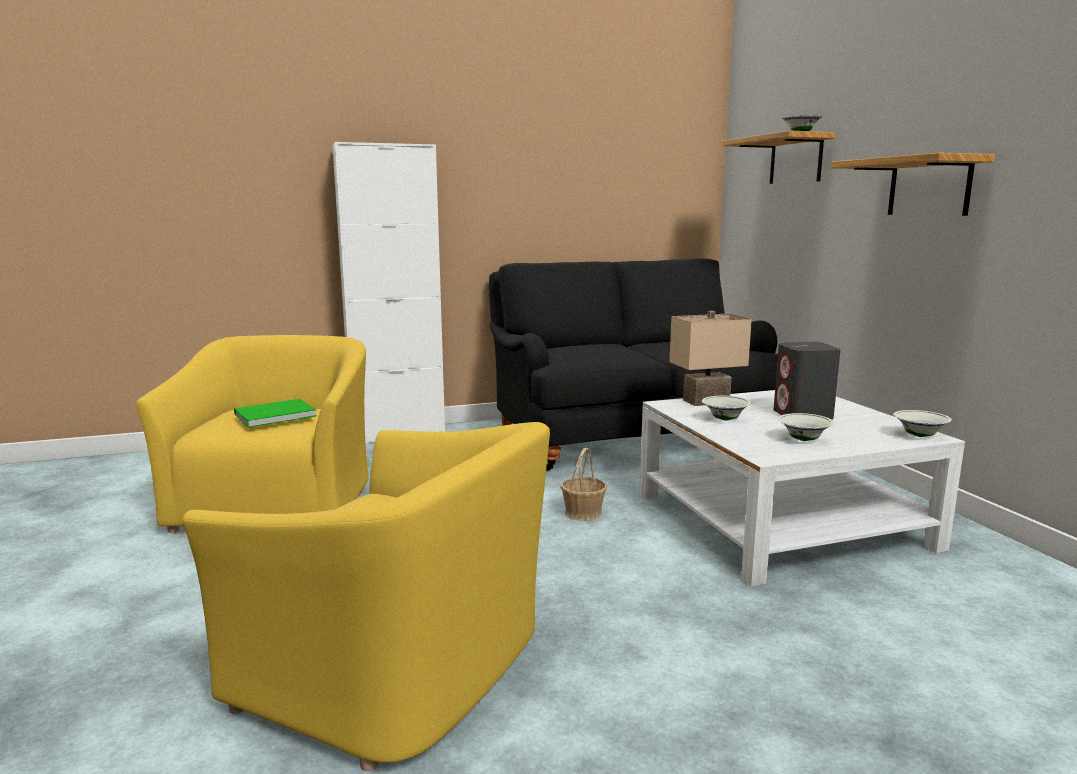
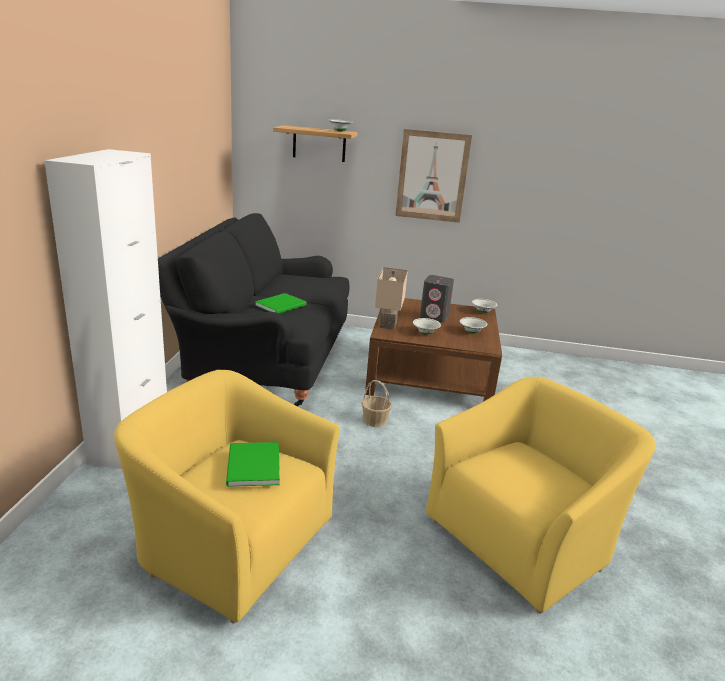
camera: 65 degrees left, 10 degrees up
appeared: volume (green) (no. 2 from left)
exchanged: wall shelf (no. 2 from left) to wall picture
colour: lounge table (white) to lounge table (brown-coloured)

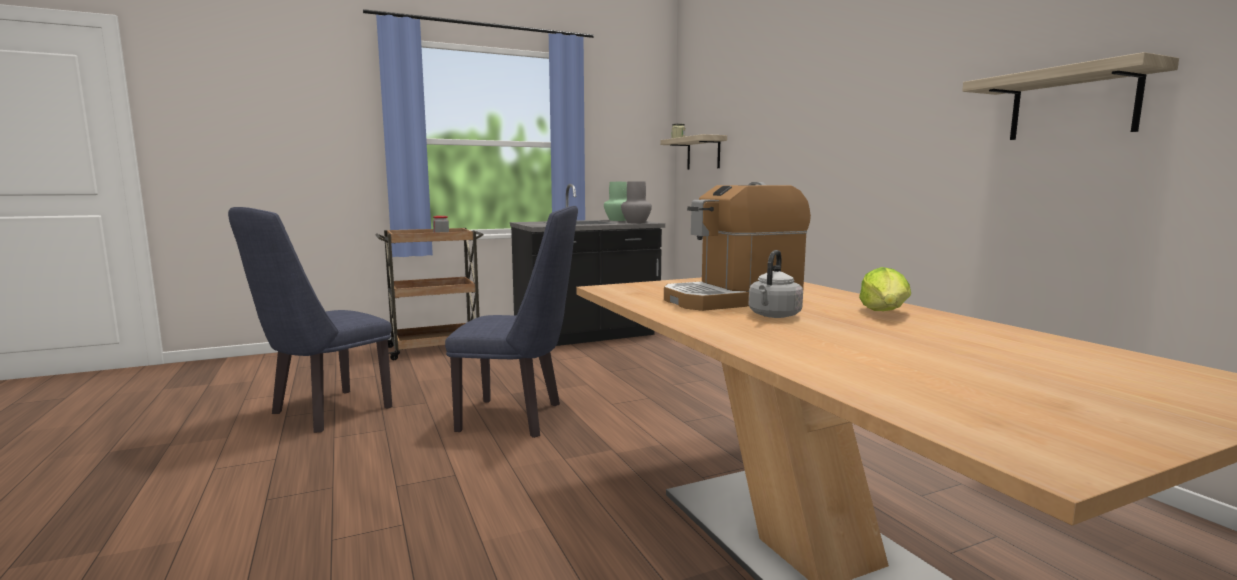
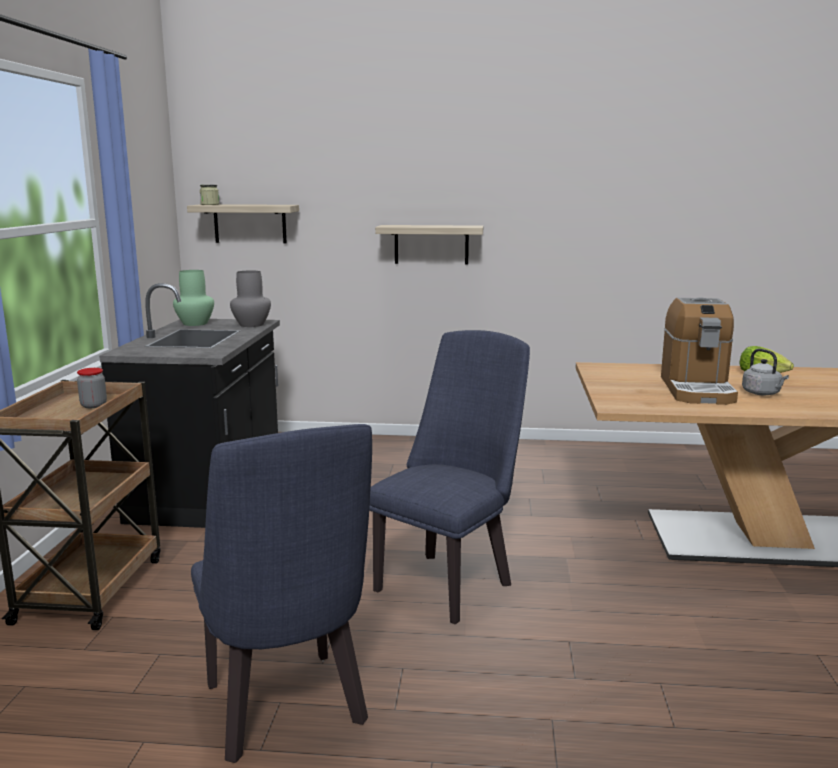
camera: 60 degrees left, 5 degrees up
relocated: wall shelf (no. 2 from left)

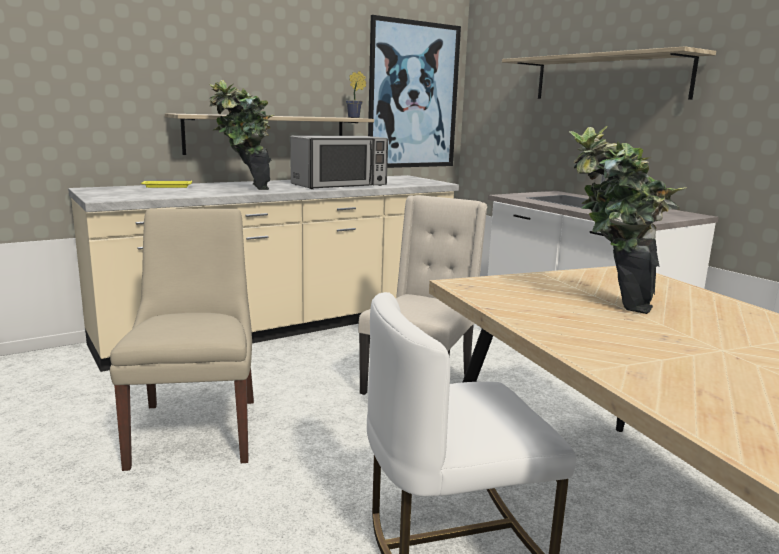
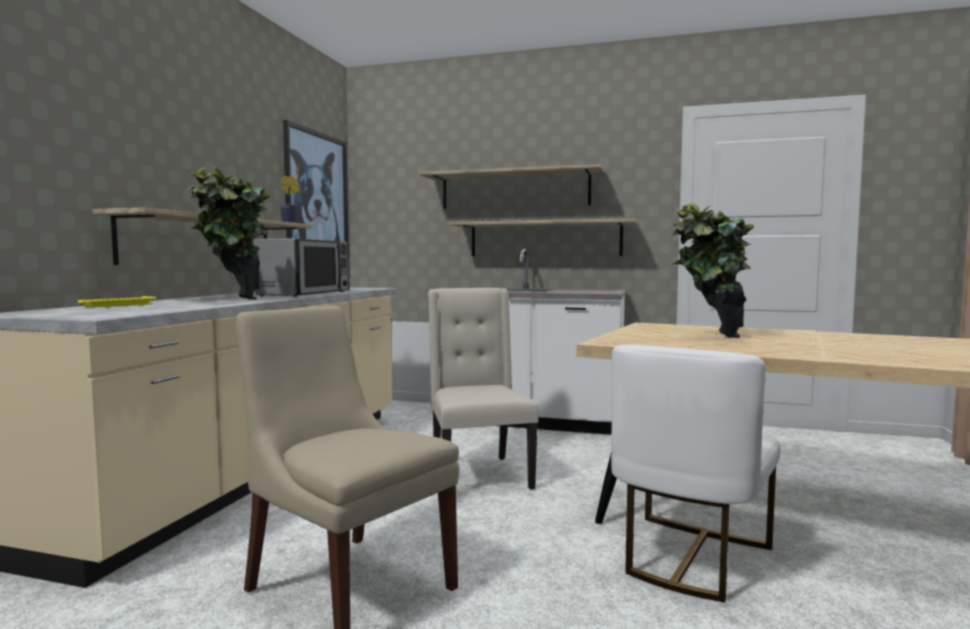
camera: 40 degrees left, 10 degrees down
appeared: wall shelf (no. 3 from left)

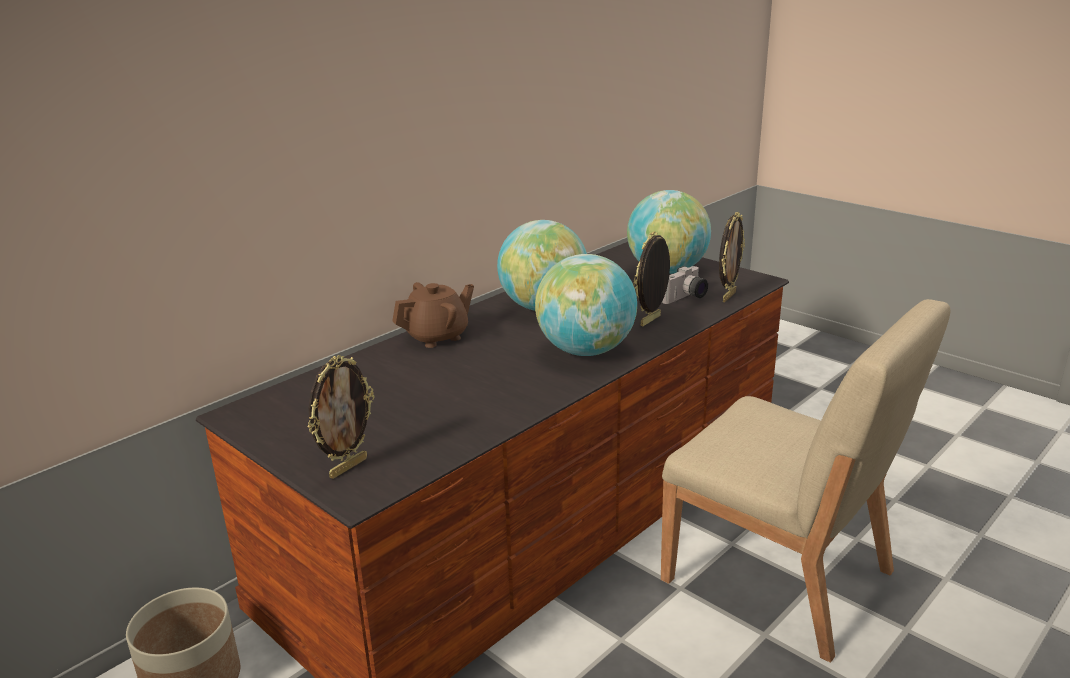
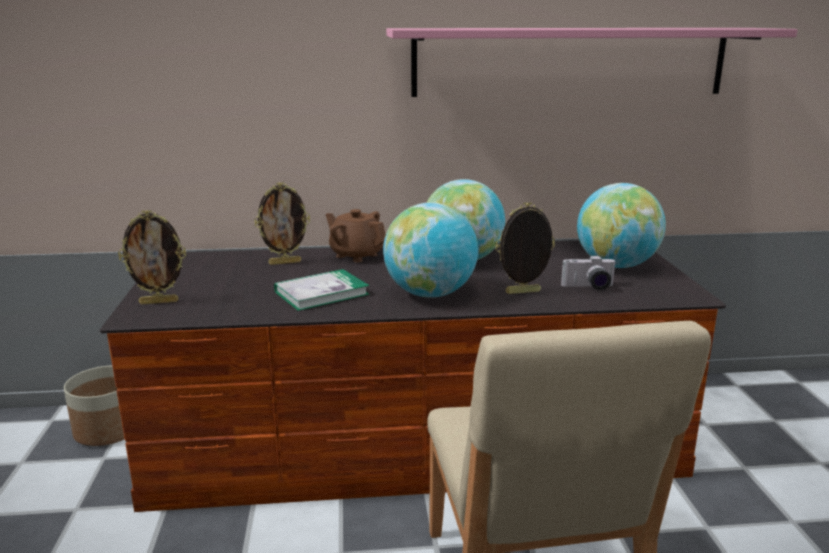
camera: 40 degrees right, 5 degrees down
appeared: volume; wall shelf (pink-coloured)
relocated: photo frame (no. 3 from left in the first image) to photo frame (no. 2 from left)
spun: teapot (brown-coloured) 150 degrees counterclockwise

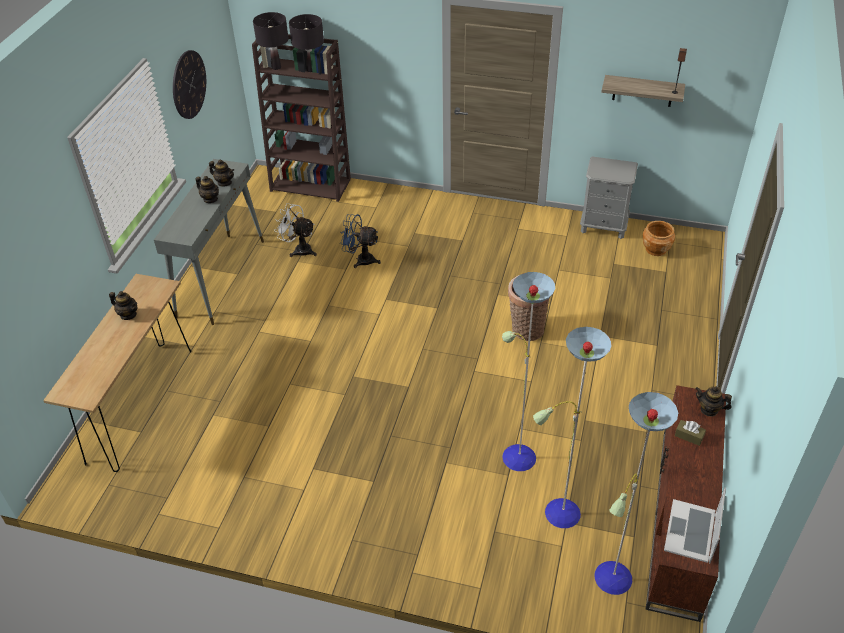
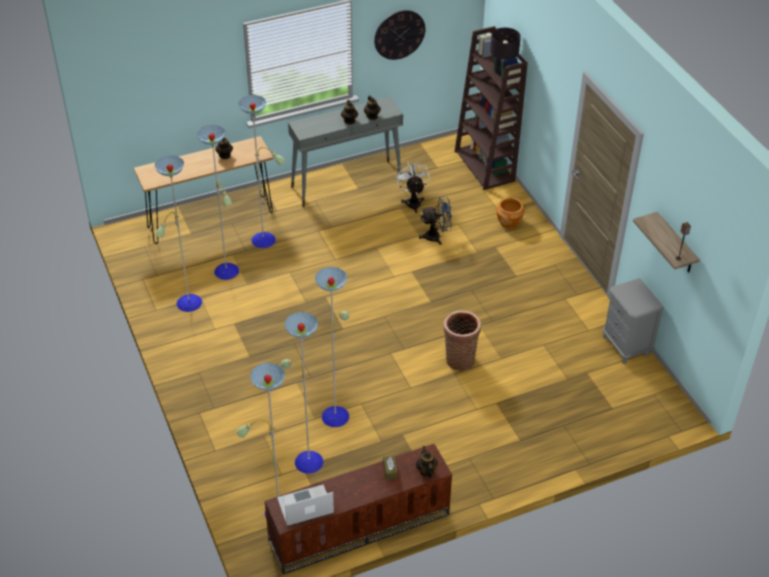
camera: 50 degrees right, 0 degrees up
missing: lamp for a table (black) (no. 1 from left)
appeared: standing lamp (no. 1 from left)
relocated: planter (brown-coloured)
spun: fan (blue) 105 degrees clockwise

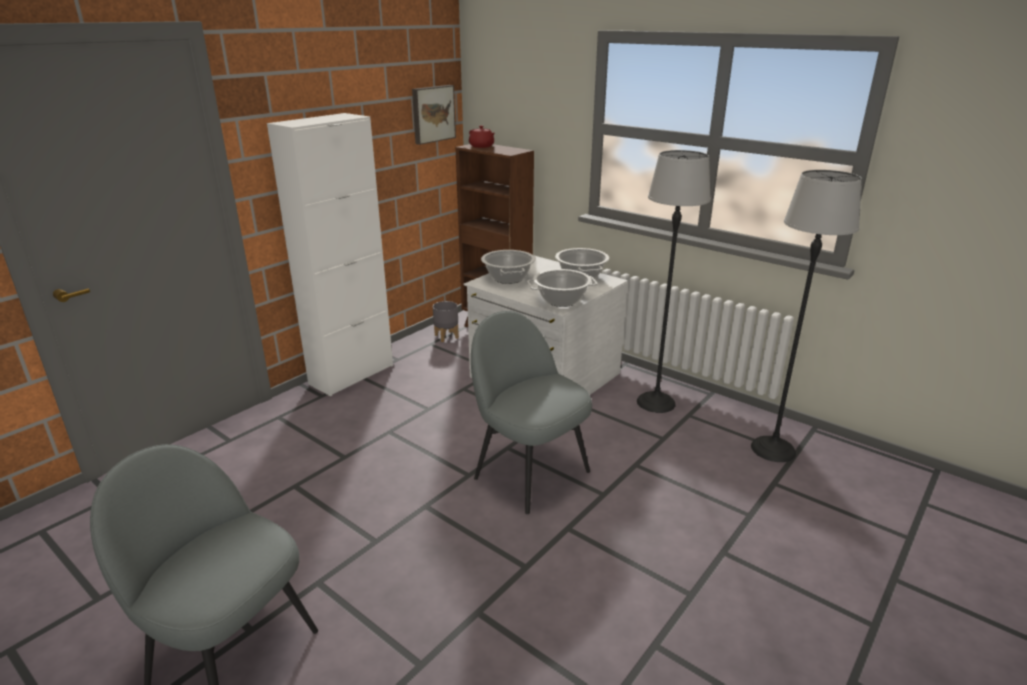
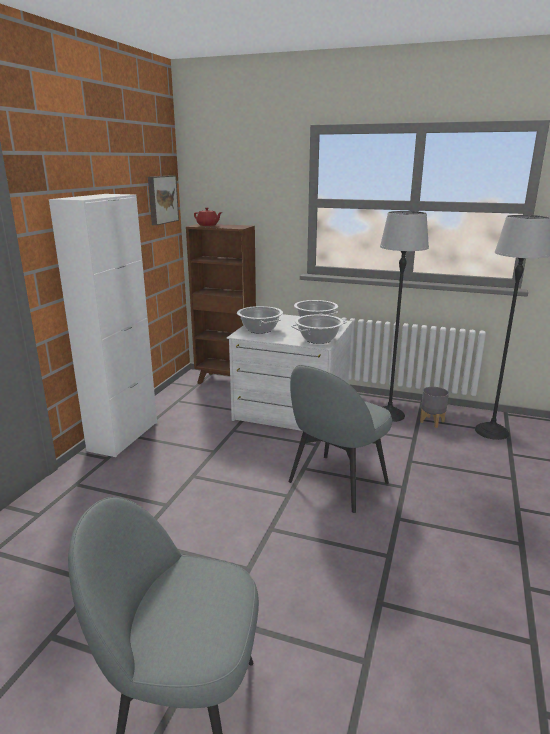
camera: 20 degrees left, 5 degrees down
relocated: planter (greyish)
spun: plain chair (greyish) (no. 2 from left) 75 degrees counterclockwise

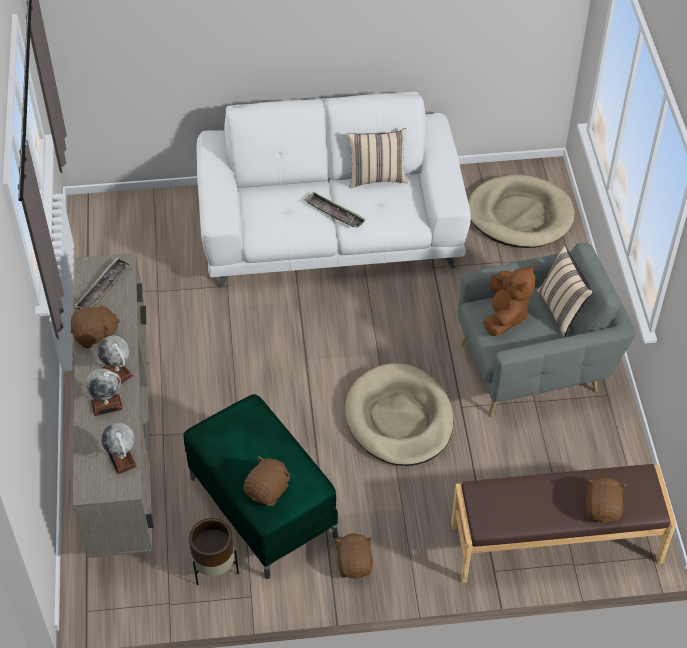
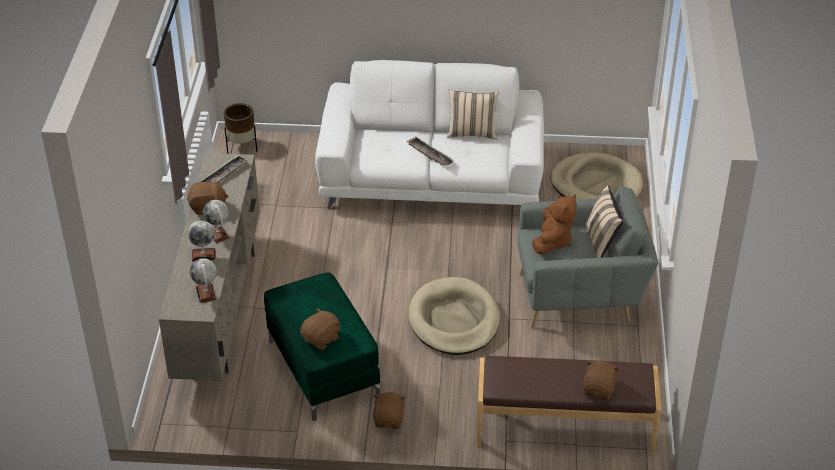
camera: 10 degrees right, 10 degrees down
relocated: planter (brown-coloured)

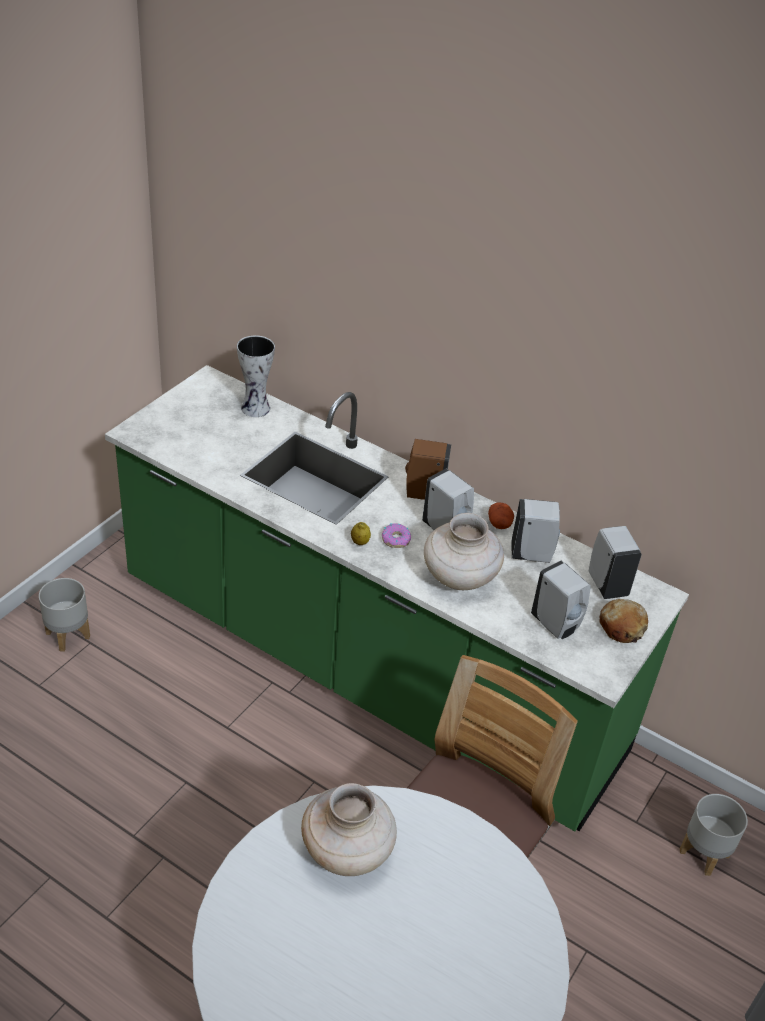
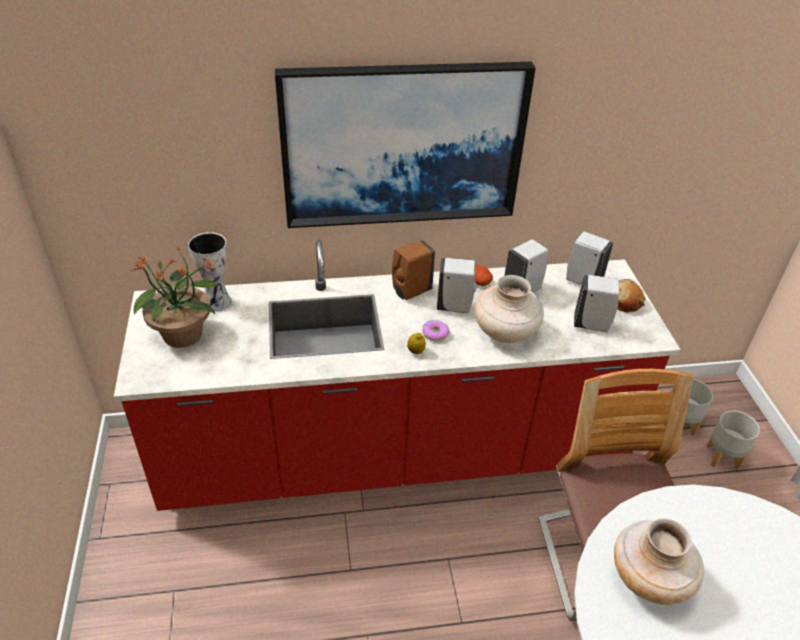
camera: 40 degrees left, 0 degrees up
appeared: potted plant; wall picture
relocated: planter (greyish) (no. 1 from left in the first image) to planter (greyish) (no. 2 from left)
colour: counter (green) to counter (reddish)

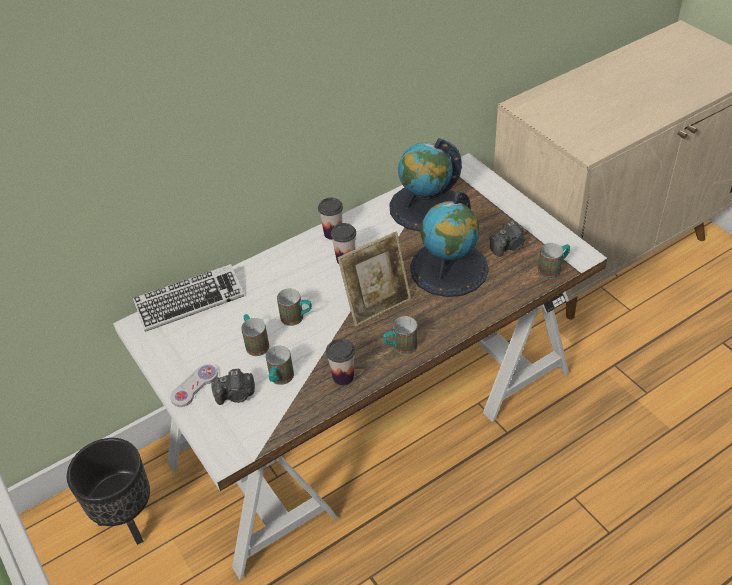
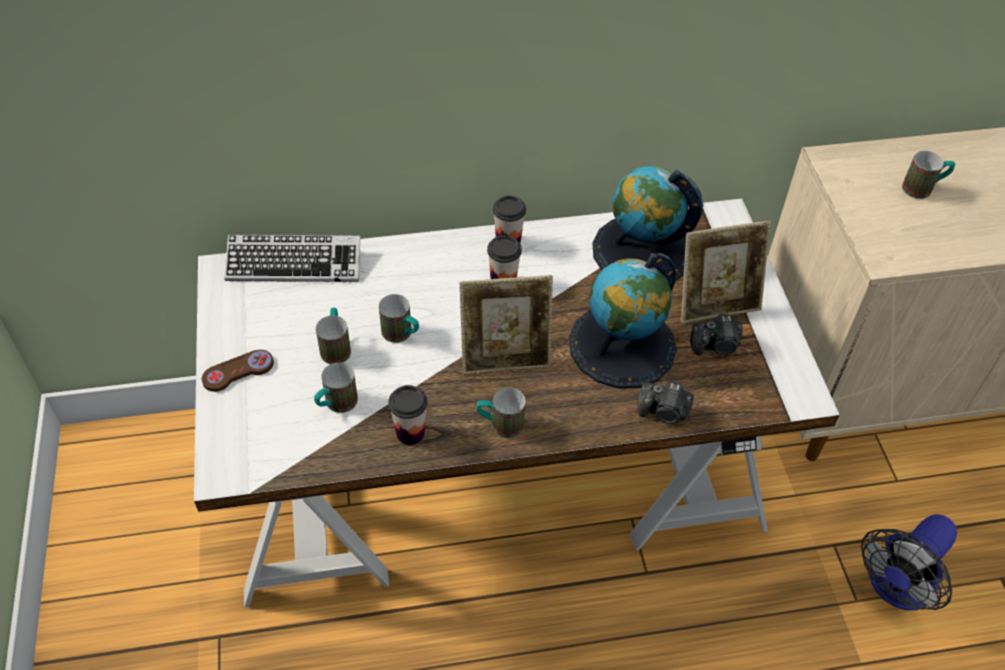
camera: 20 degrees right, 5 degrees up
missing: planter (black)
appeared: photo frame (no. 2 from left); fan
relocated: still camera (no. 1 from left); coffee mug (no. 5 from left)
colour: gamepad (white) to gamepad (brown-coloured)

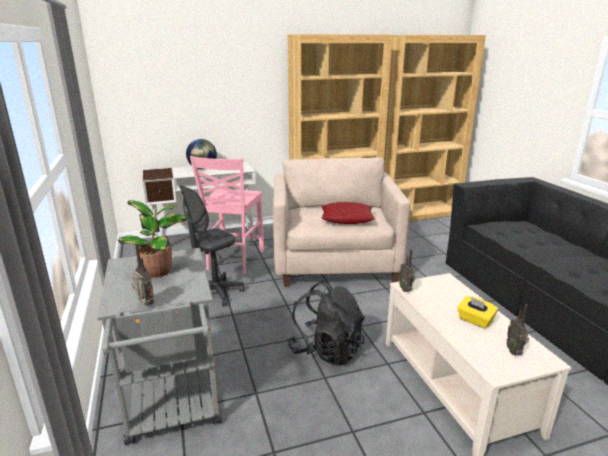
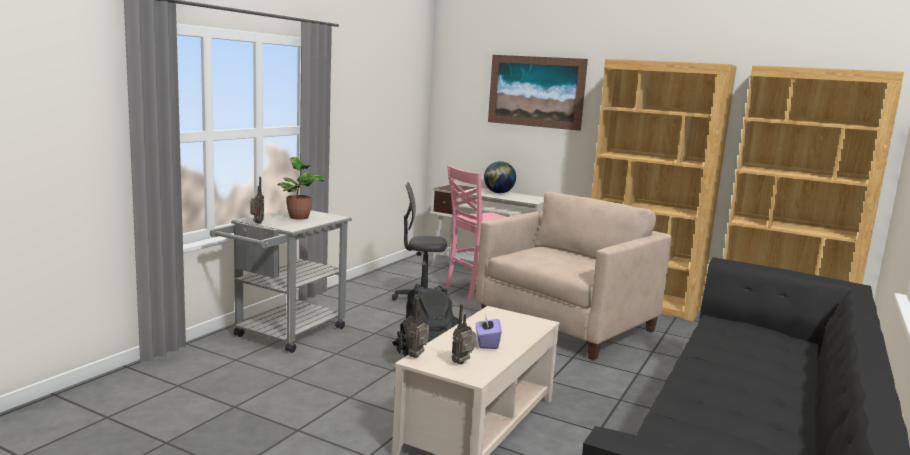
camera: 45 degrees right, 10 degrees down
missing: cushion (reddish)
appeared: wall picture
relocated: radio set (no. 2 from left)
colour: tissue box (yellow) to tissue box (purplish)

